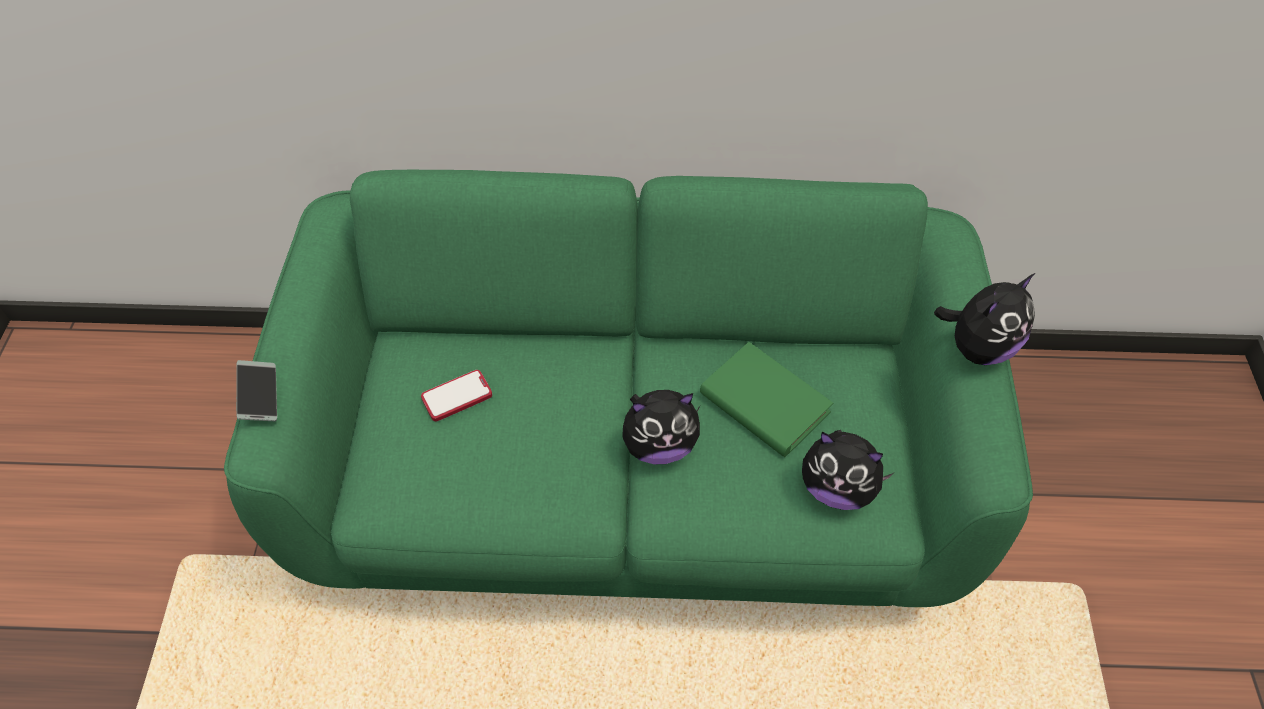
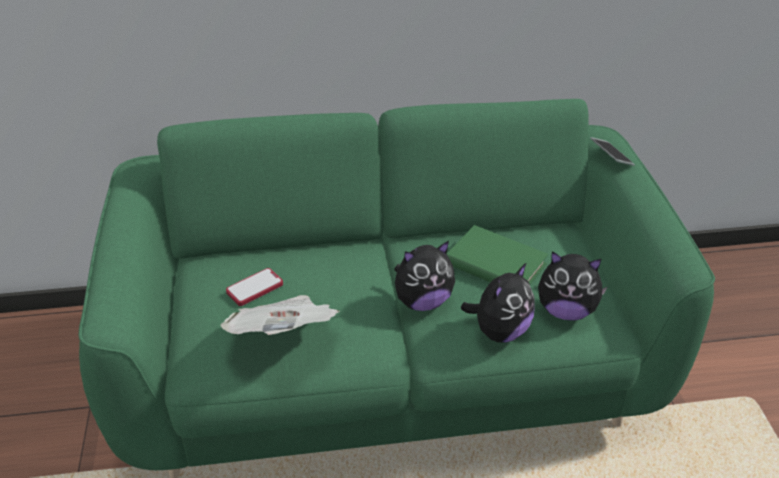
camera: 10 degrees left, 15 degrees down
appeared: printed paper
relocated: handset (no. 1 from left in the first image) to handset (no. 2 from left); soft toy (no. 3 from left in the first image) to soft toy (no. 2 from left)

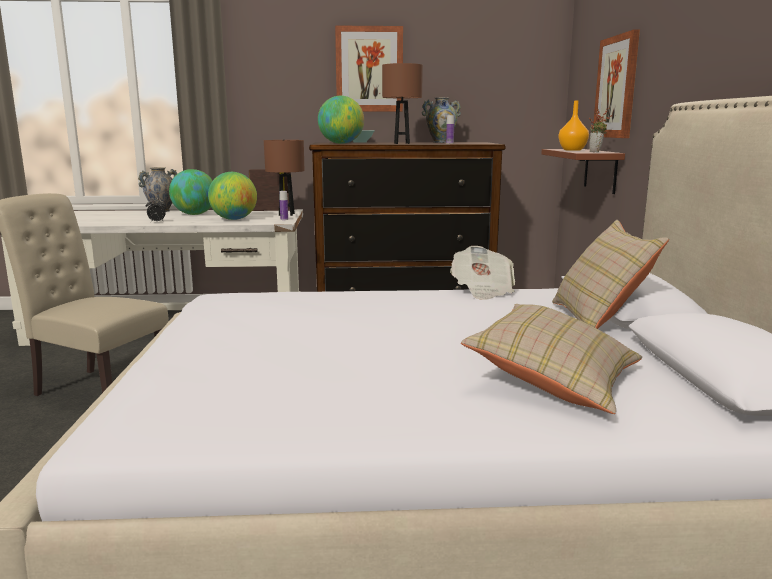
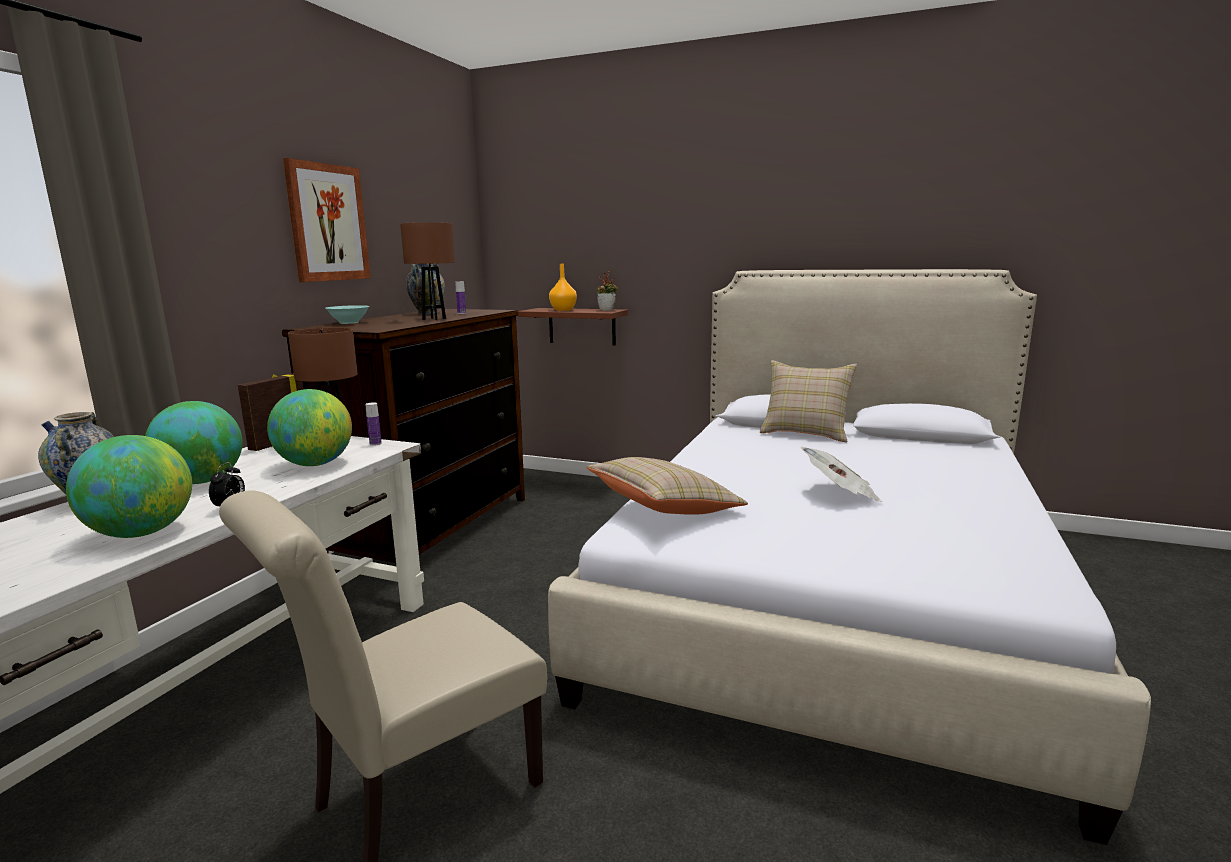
camera: 65 degrees left, 0 degrees up
missing: wall picture (no. 2 from left)
relocated: globe (no. 3 from left in the first image) to globe (no. 1 from left); printed paper; cushion (sand-coloured) (no. 1 from left)

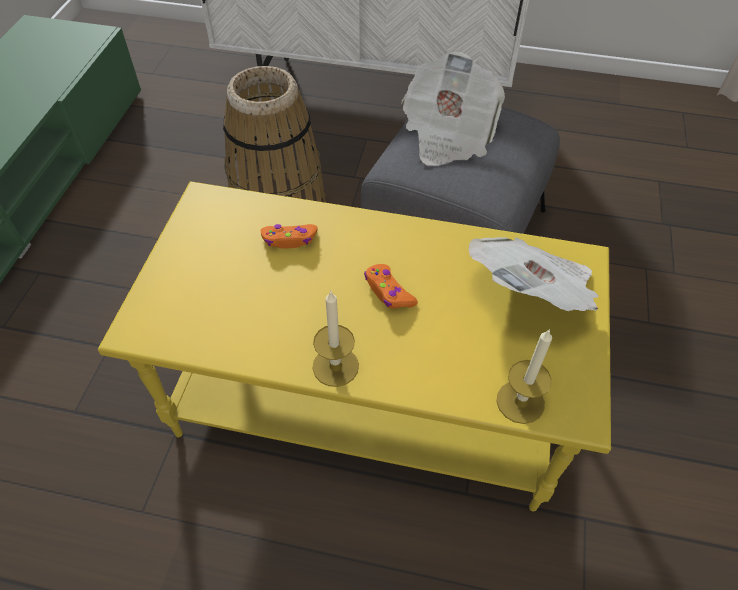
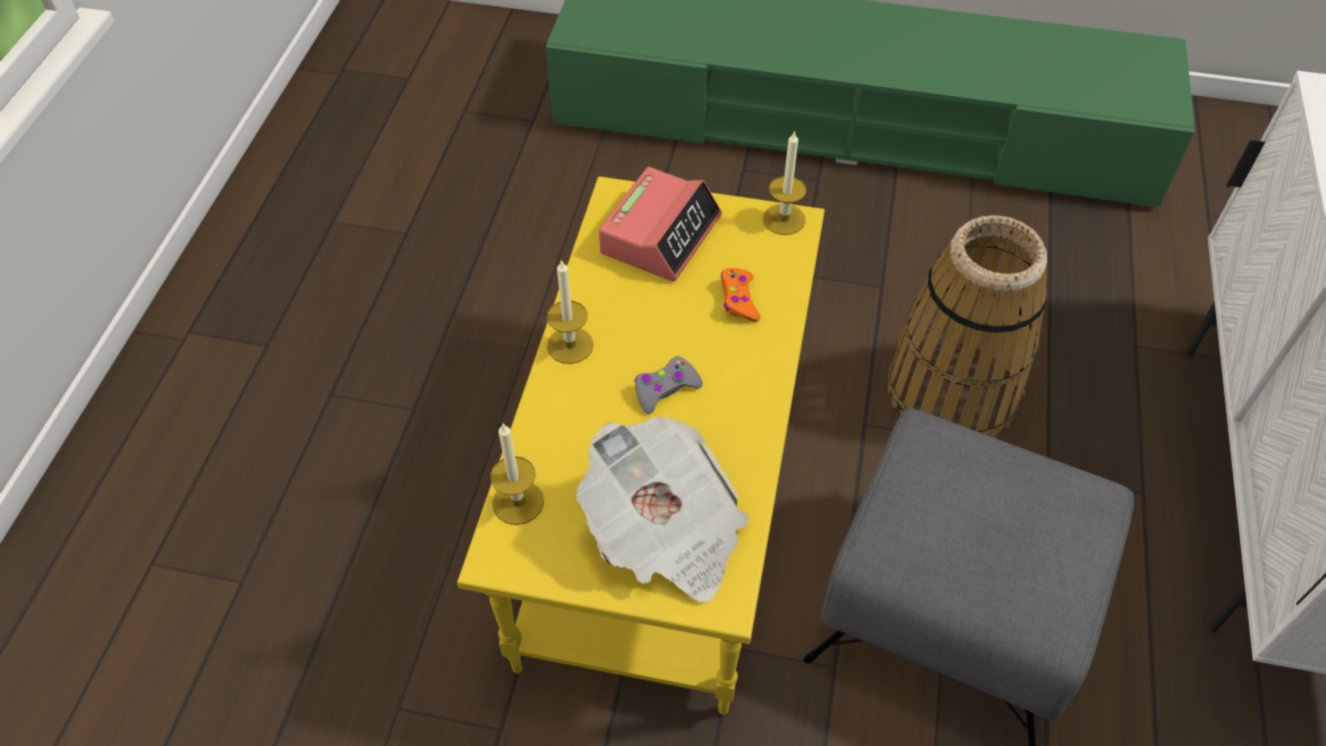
camera: 90 degrees right, 0 degrees up
missing: printed paper (no. 1 from left)
appeared: bedside clock; wax light (no. 3 from left)
colour: gamepad (orange) (no. 2 from left) to gamepad (greyish)

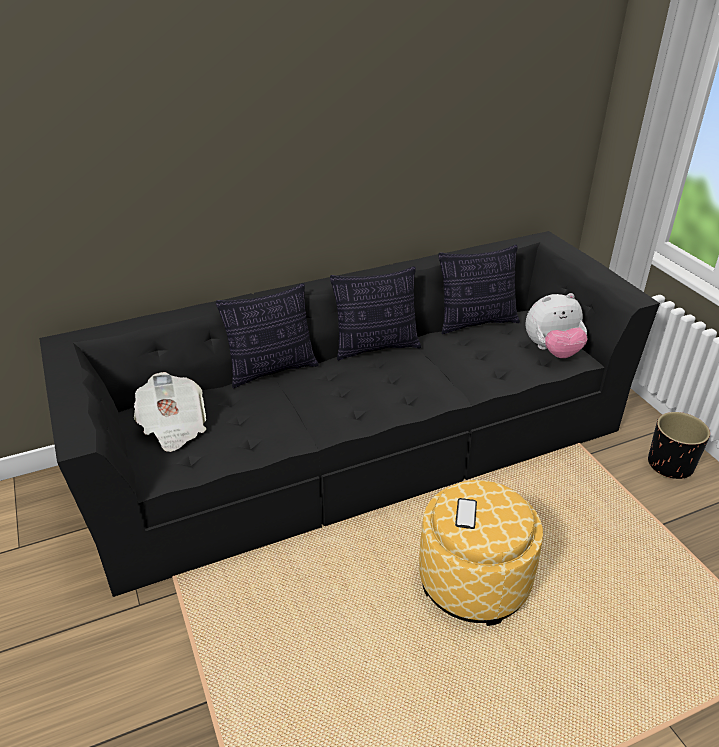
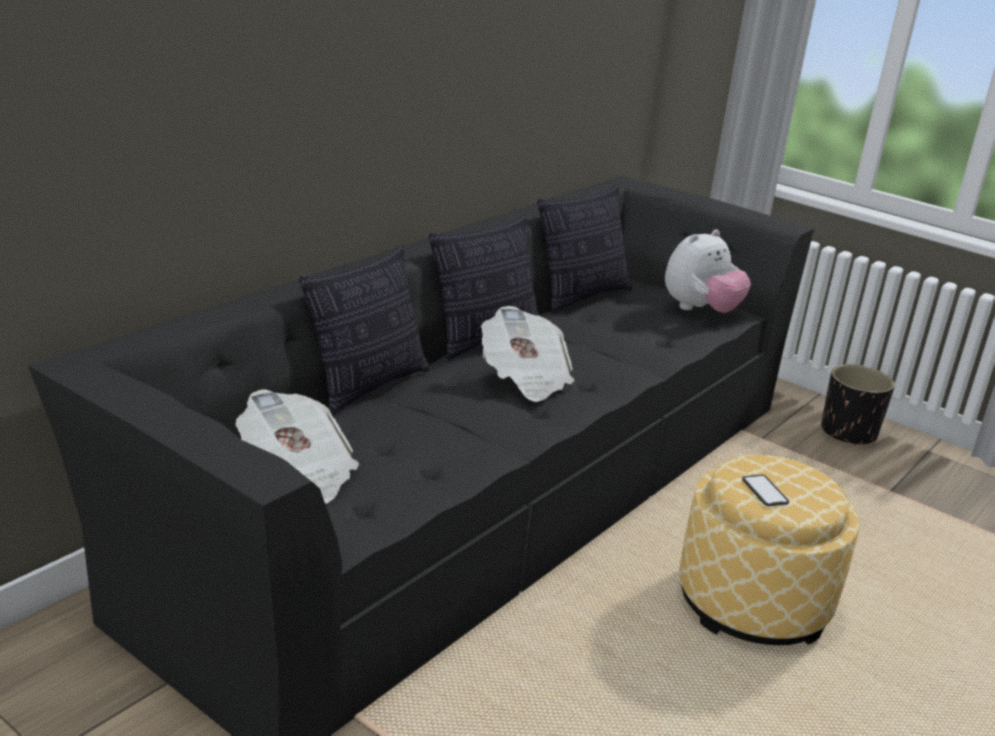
camera: 30 degrees left, 10 degrees down
appeared: printed paper (no. 2 from left)

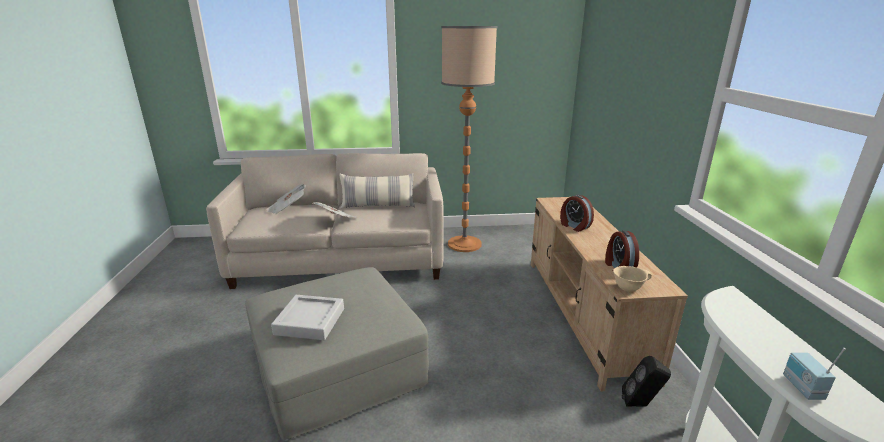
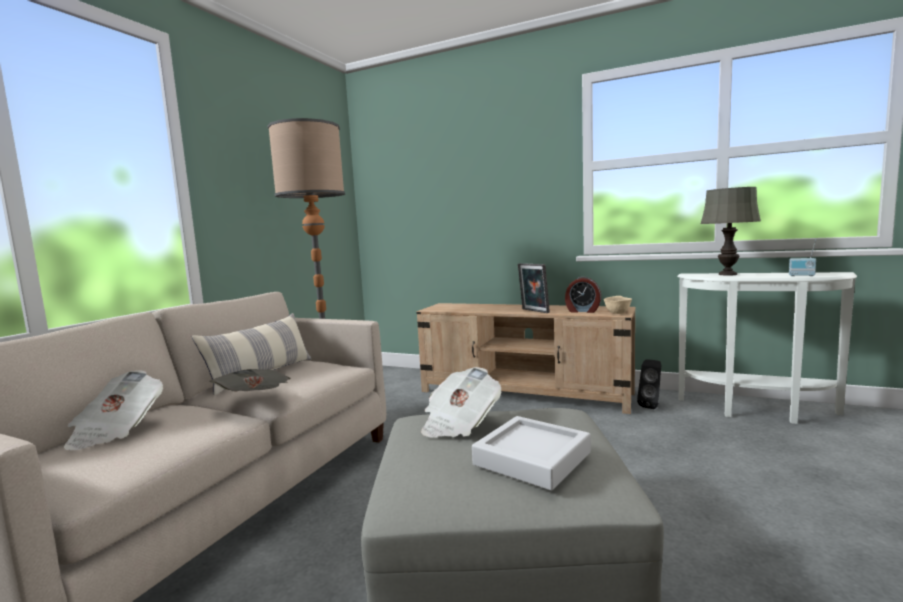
camera: 60 degrees left, 15 degrees down
missing: bedside clock (no. 1 from left)
appeared: printed paper (no. 3 from left); photo frame; lamp for a table (greyish)

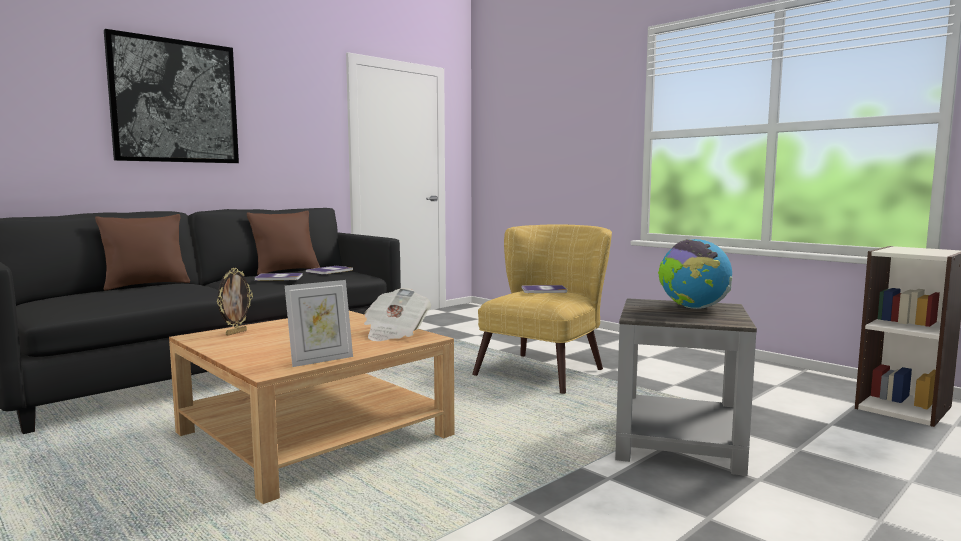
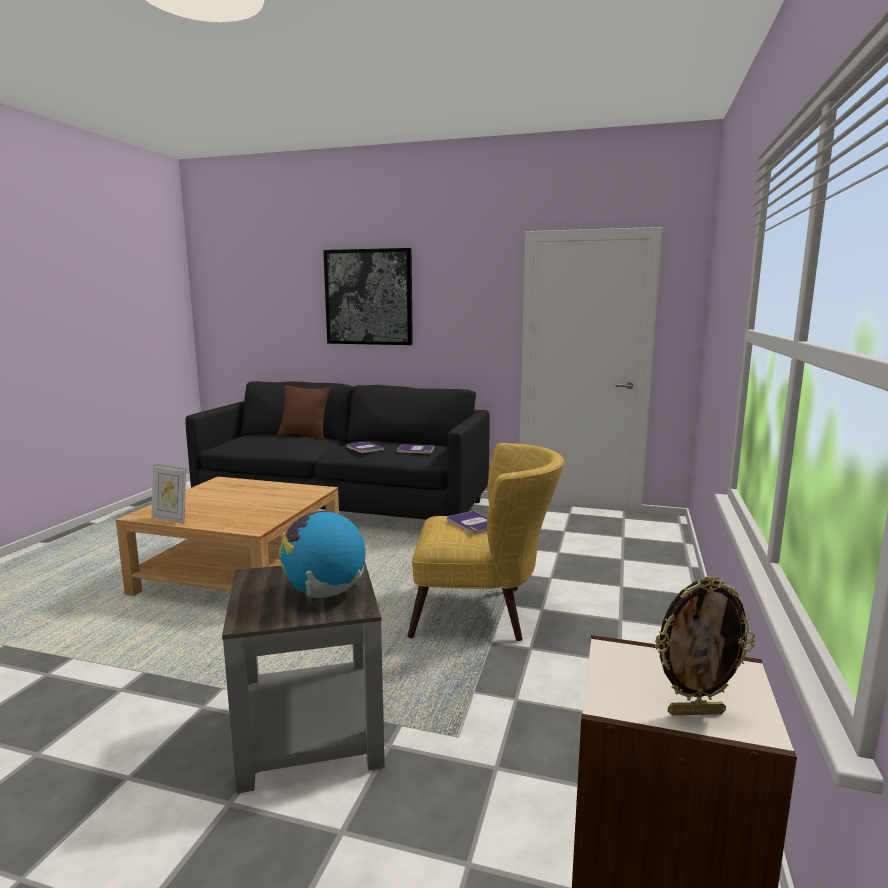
camera: 60 degrees right, 5 degrees up
missing: cushion (brown-coloured) (no. 2 from left); printed paper
relocated: photo frame (no. 1 from left in the first image) to photo frame (no. 2 from left)

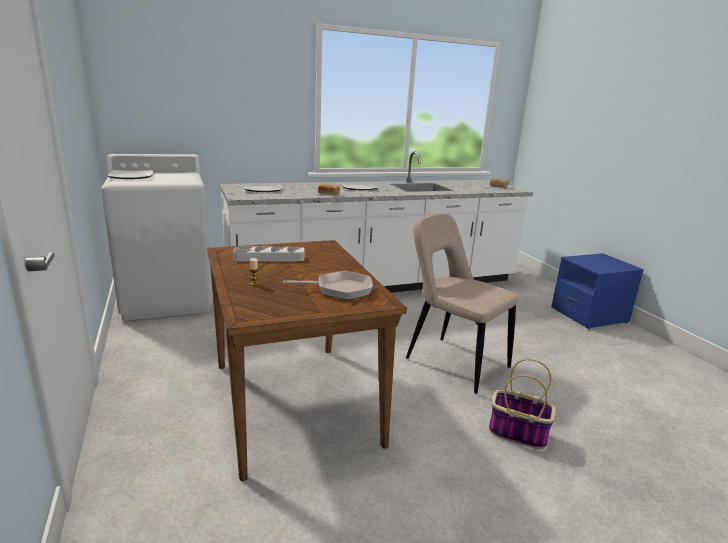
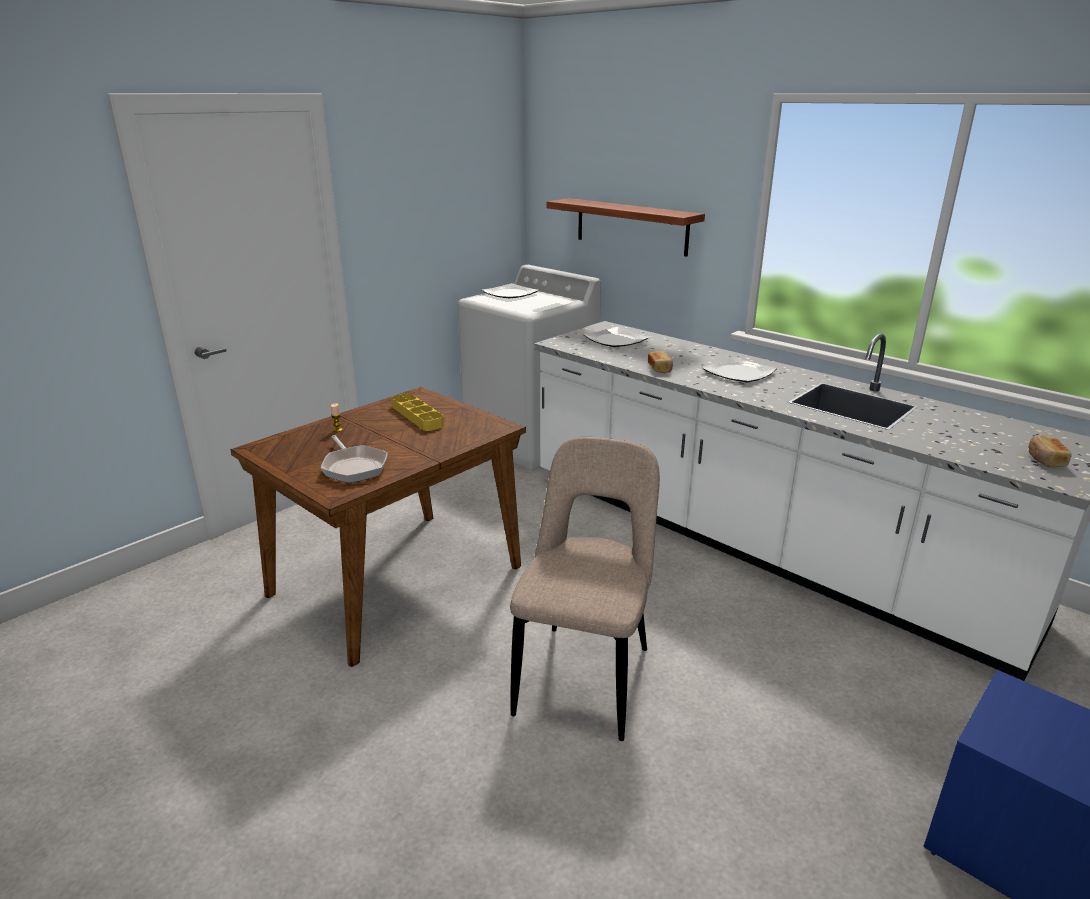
camera: 65 degrees right, 5 degrees up
missing: household basket
appeared: wall shelf
colour: carrying tray (greyish) to carrying tray (yellow)

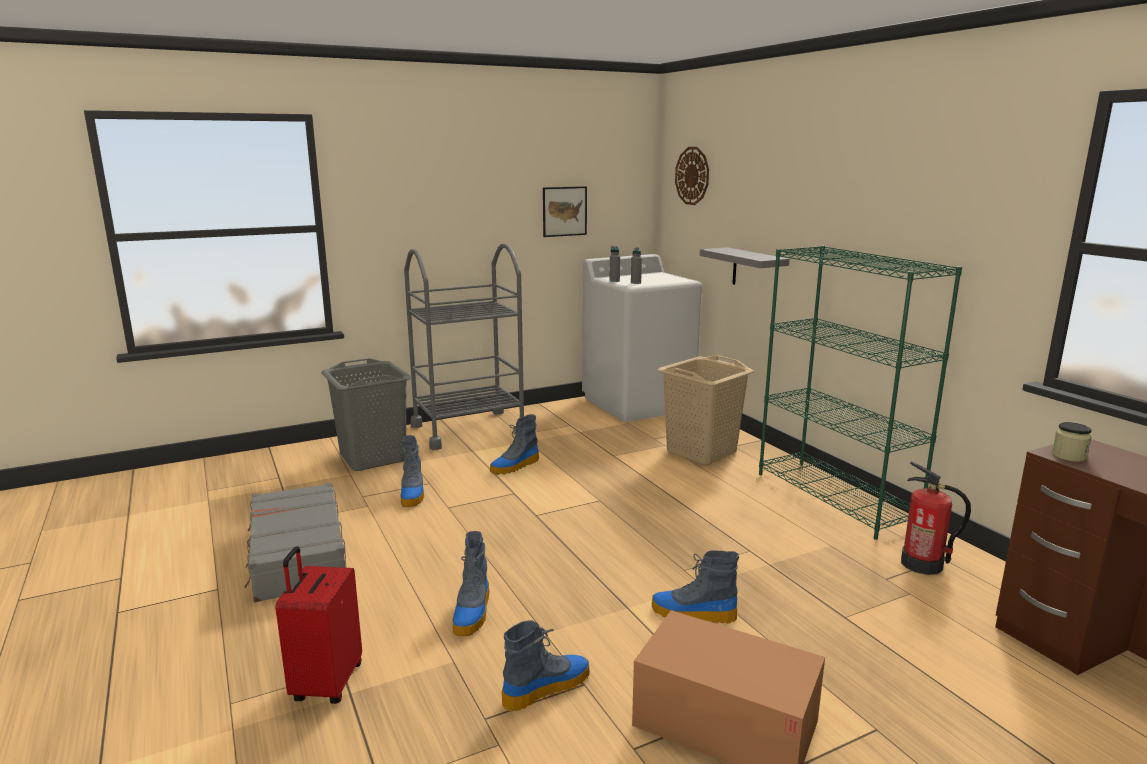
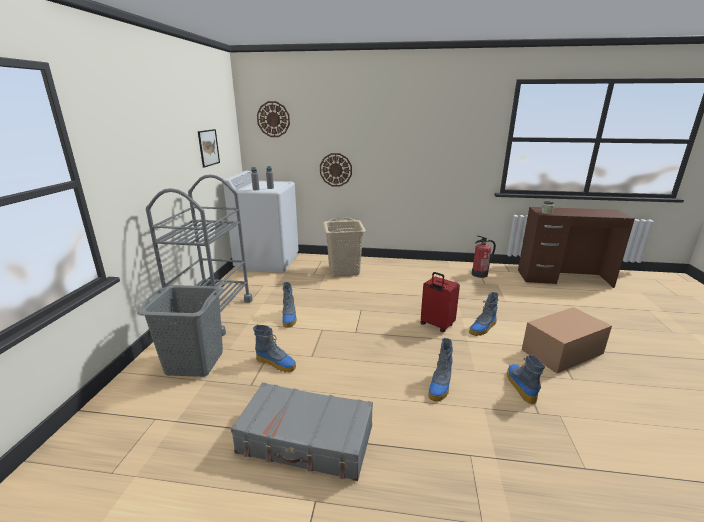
camera: 55 degrees left, 5 degrees up
missing: shelving unit (green)
relocated: piece of luggage (reddish)
exchanged: wall shelf (greyish) to clock on the wall (no. 2 from left)
spun: boot (no. 2 from left in the first image) 75 degrees clockwise

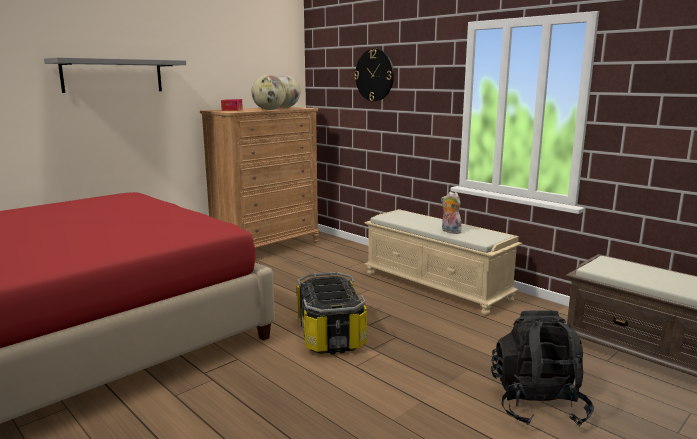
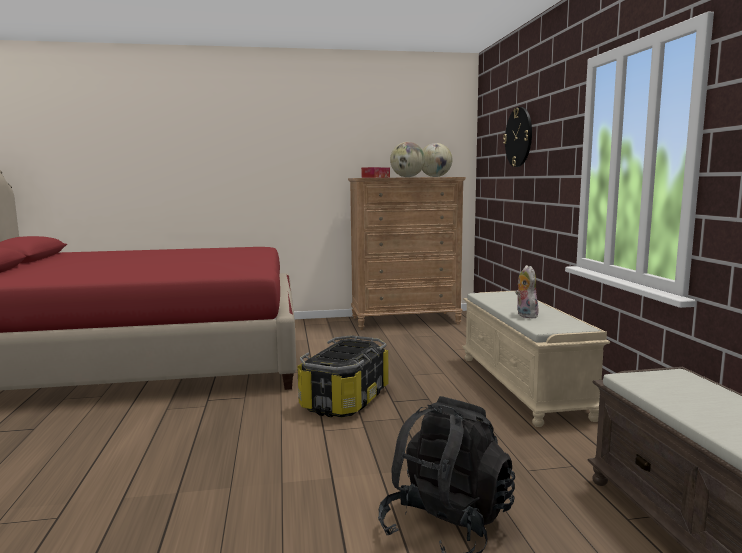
camera: 35 degrees right, 5 degrees down
missing: wall shelf (greyish)

